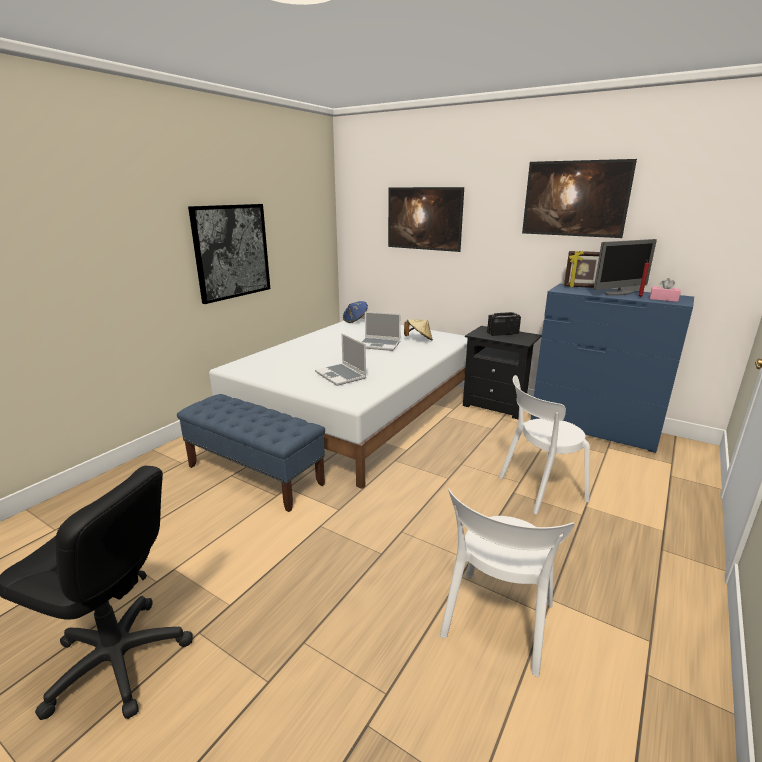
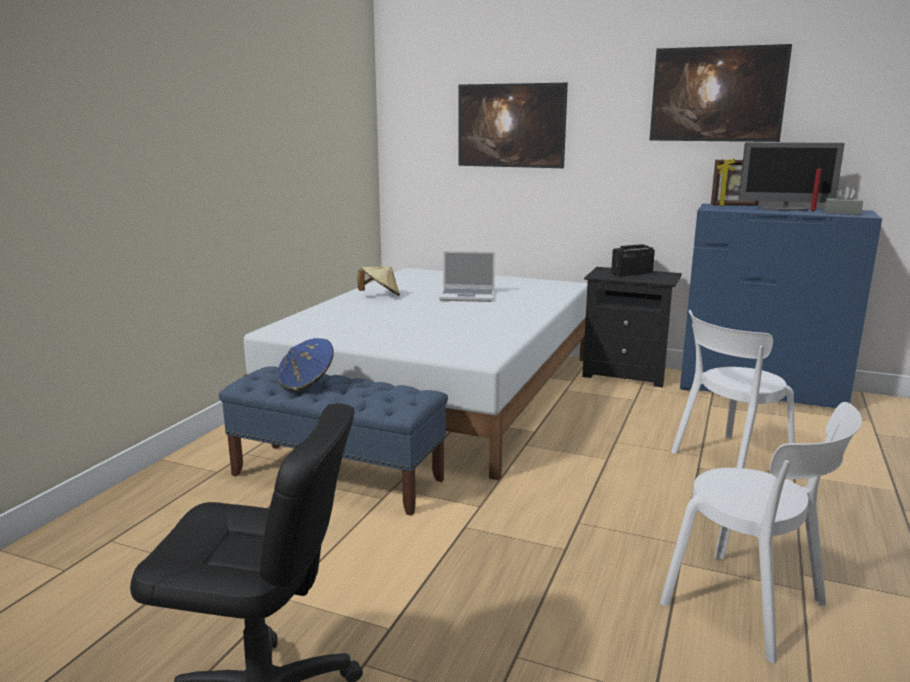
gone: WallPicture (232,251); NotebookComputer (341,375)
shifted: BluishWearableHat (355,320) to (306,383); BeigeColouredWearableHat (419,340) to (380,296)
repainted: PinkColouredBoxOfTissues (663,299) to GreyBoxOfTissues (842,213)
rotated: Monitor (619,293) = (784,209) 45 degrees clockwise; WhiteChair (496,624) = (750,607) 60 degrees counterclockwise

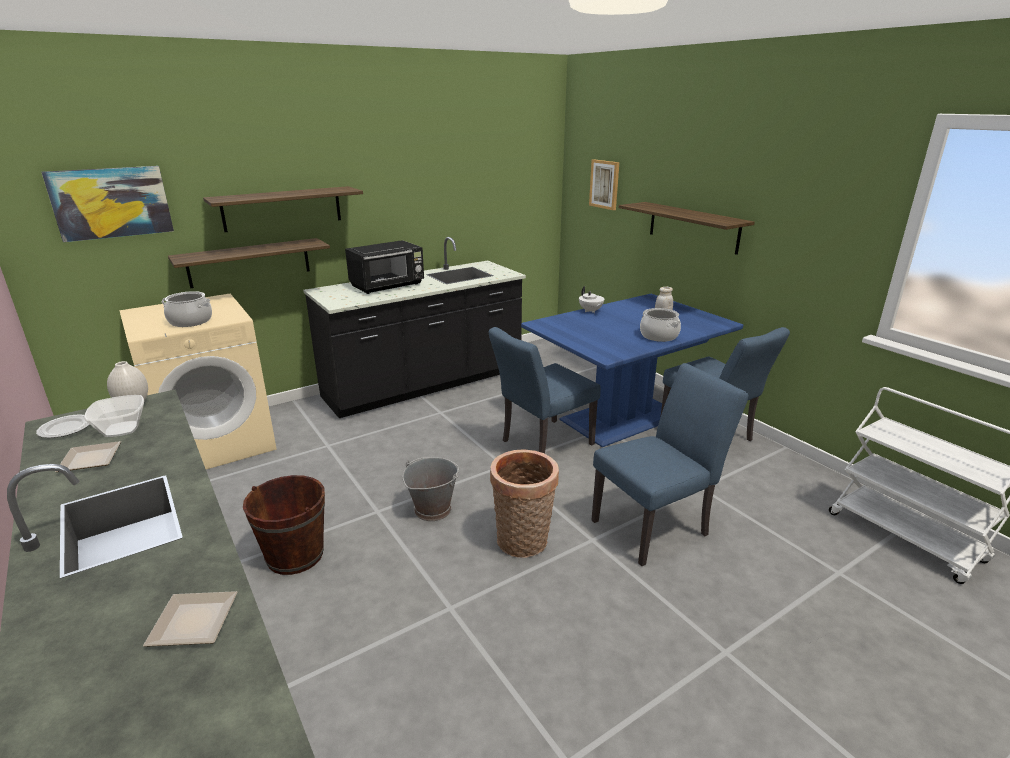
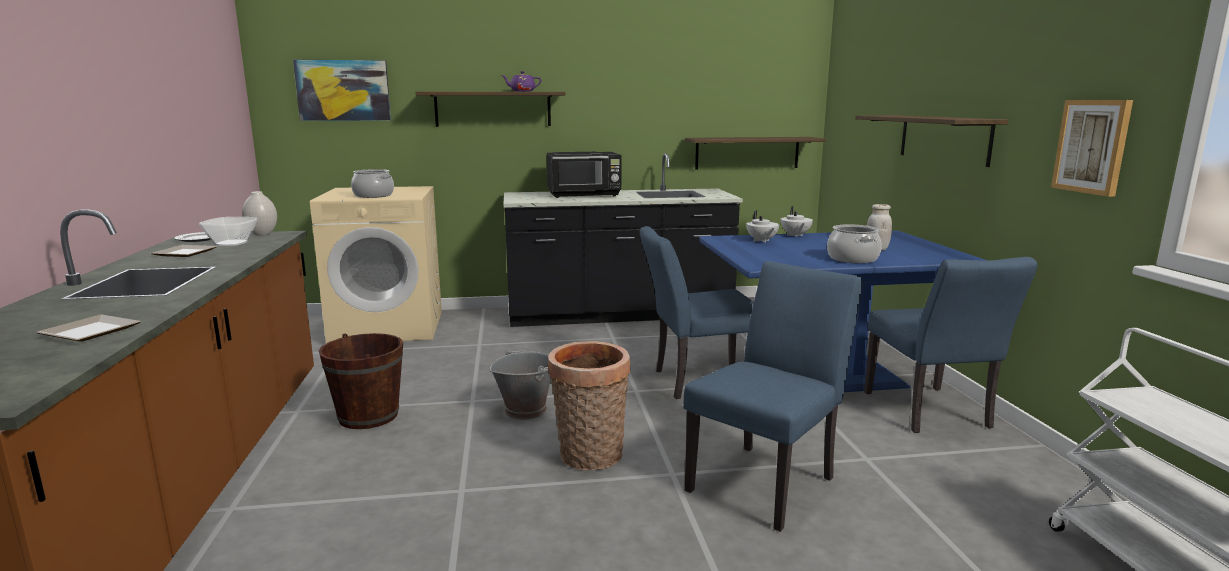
new: PurpleTeaPot (522,91); WhiteTeaPot (761,241)
shifted: WallPicture (604,184) to (1092,146); WallShelf (249,262) to (747,153)
rotated: BluishChair (656,525) = (767,480) 45 degrees counterclockwise

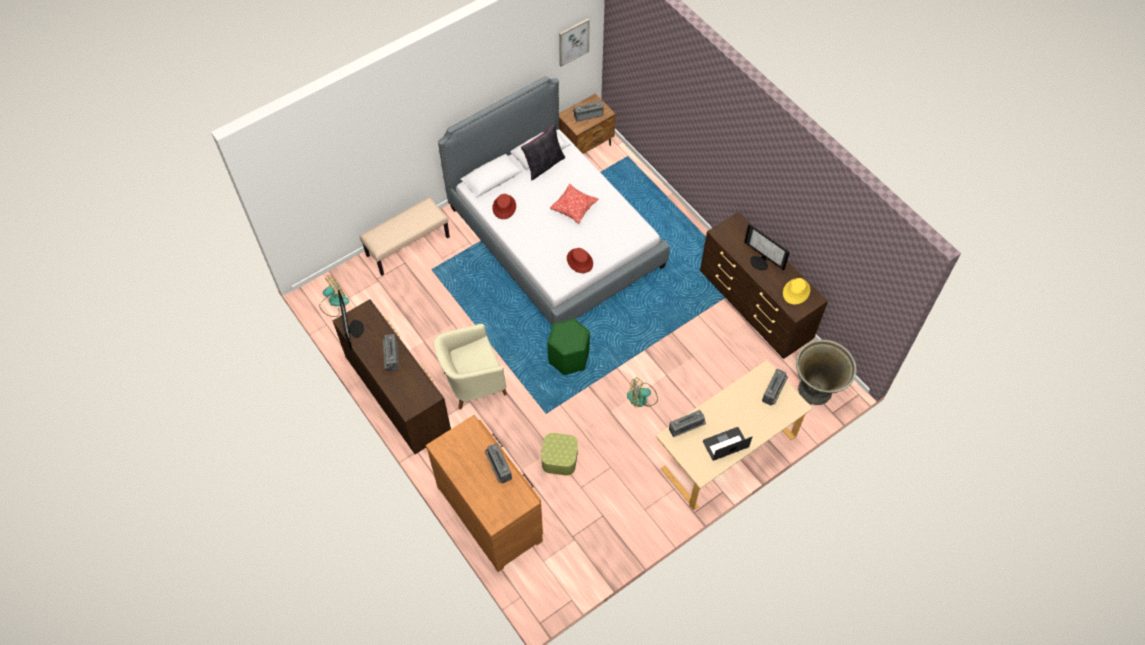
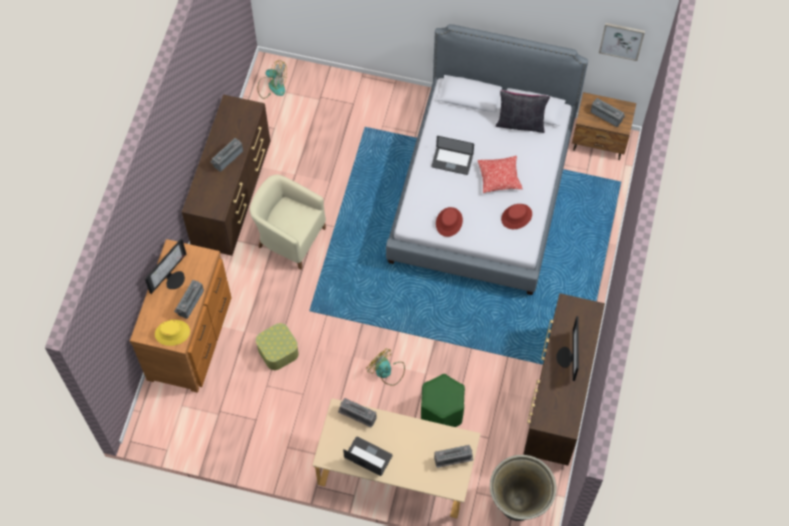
gone: BeigeColouredIndoorBench (408,246)
new: NotebookComputer (452,161)
shifted: ReddishWearableHat (504,207) to (516,217); YellowColouredWearableHat (796,291) to (172,333); Monitor (353,329) to (173,278); GreenStool (569,357) to (442,412)

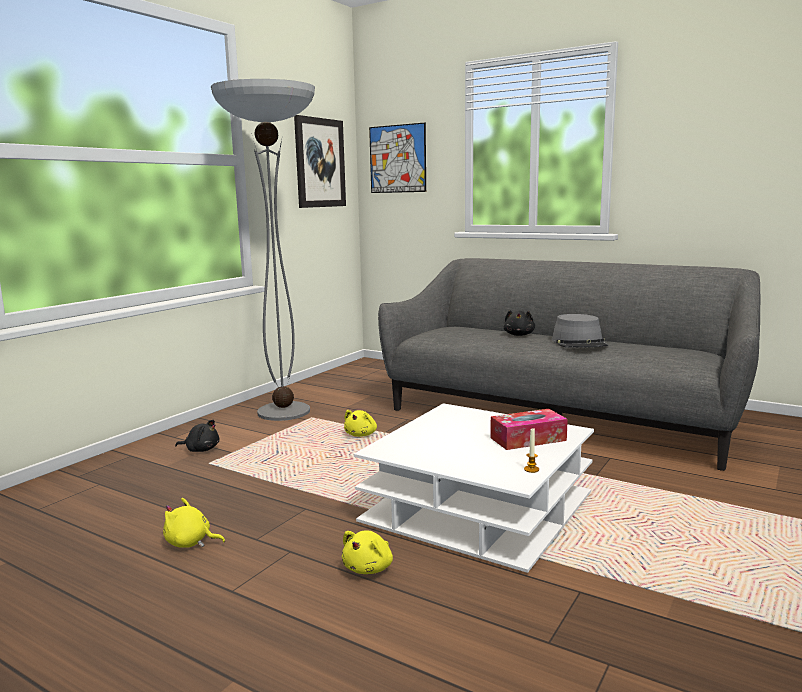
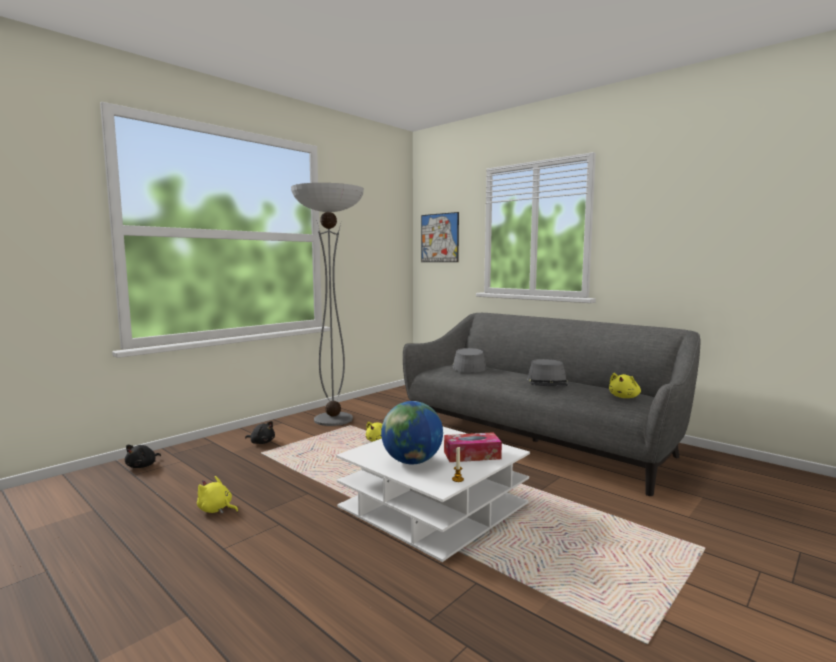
gone: WallPicture (320,163)
new: GreyWearableHat (468,367); DeskGlobe (412,462)
shifted: BlackSoftToy (519,335) to (143,466); YellowColouredSoftToy (369,568) to (624,397)

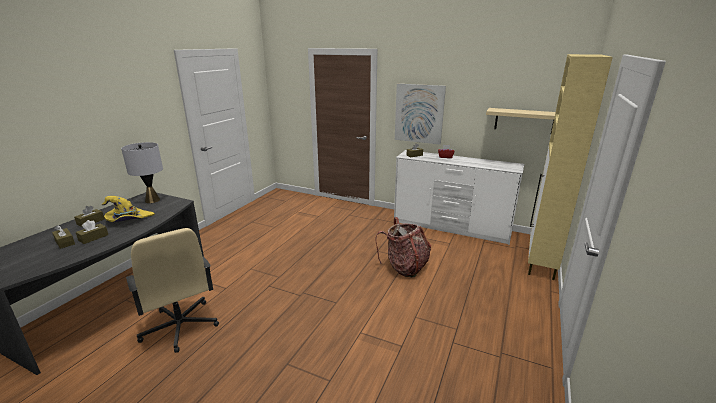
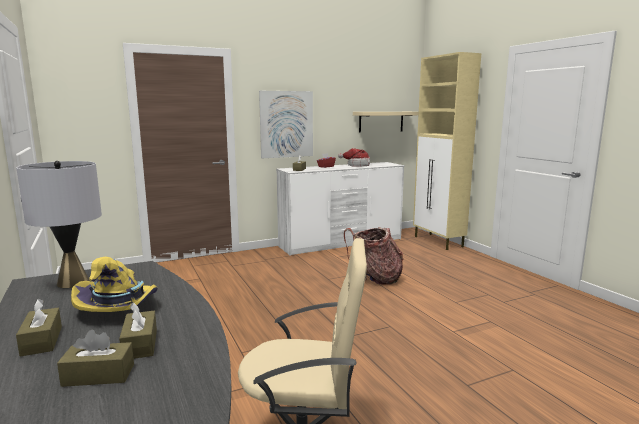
new: WearableHat (357,165)

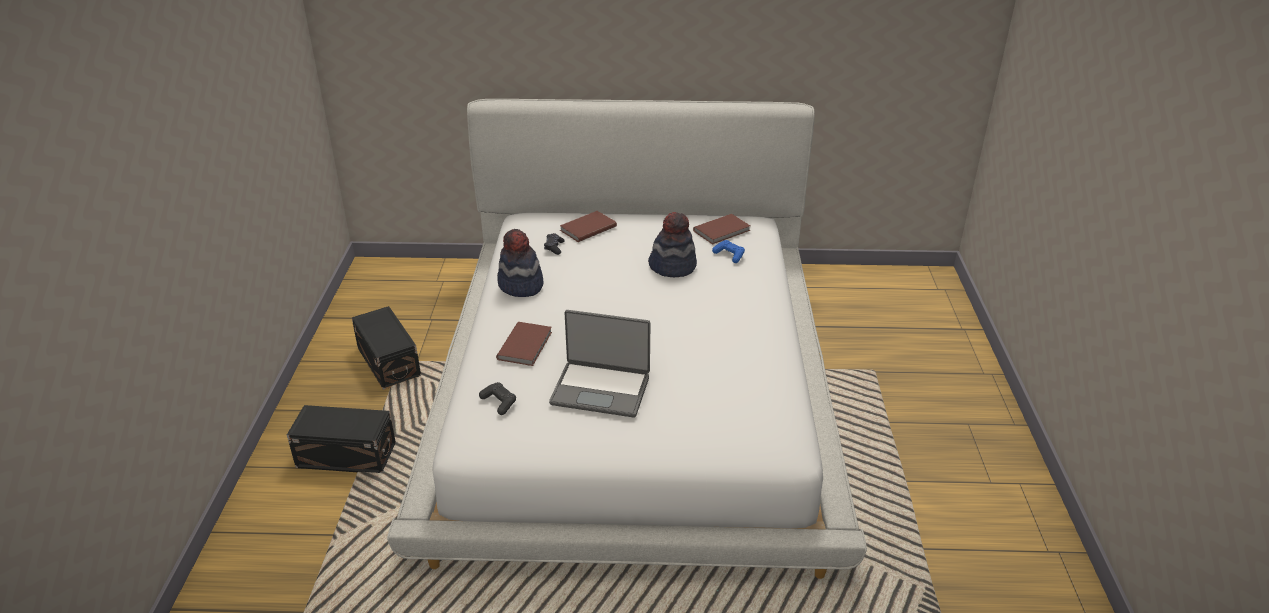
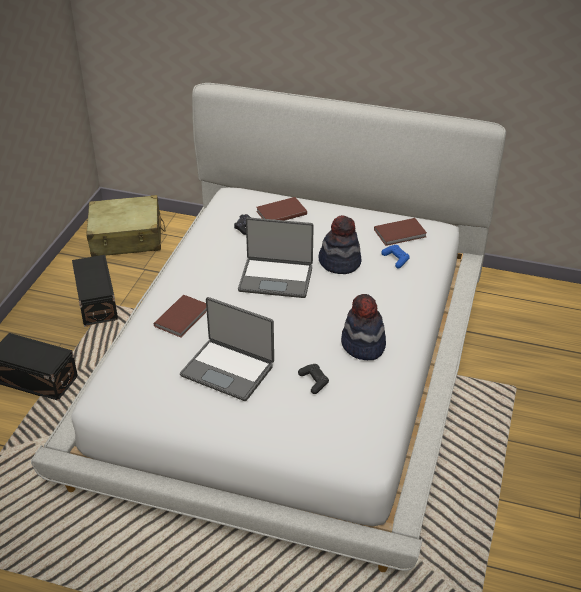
new: BeigeColouredPieceOfLuggage (127,237); NotebookComputer (276,278)
shifted: WearableHat (520,285) to (363,345); BlackJoypad (499,402) to (314,381)

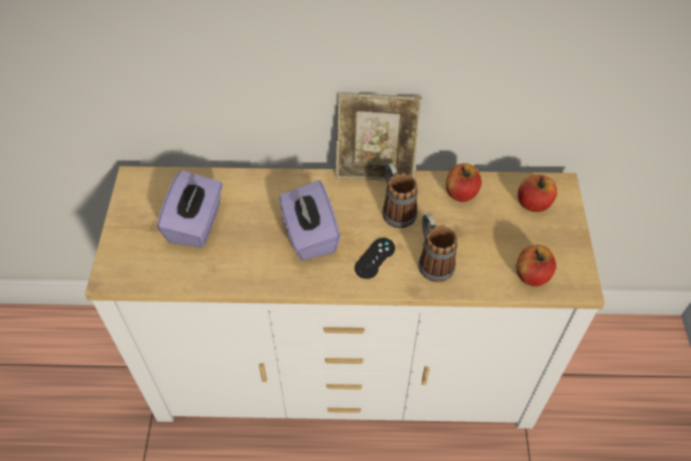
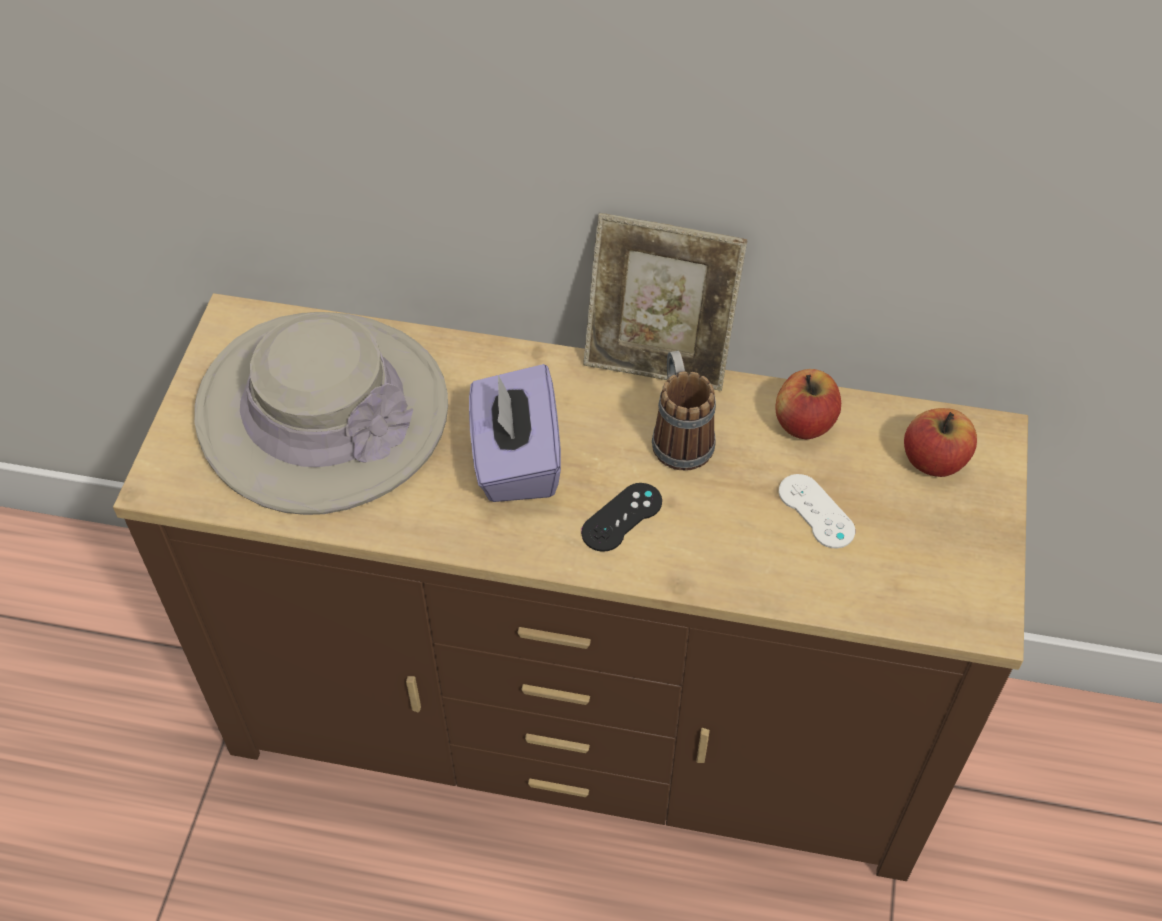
gone: TeaMug (432,260); Apple (532,275)
new: WhiteJoypad (816,511)
swapped: PurpleBoxOfTissues (196,224) to BeigeColouredWearableHat (323,412)
repainted: WhiteChestOfDrawers (345,368) to BrownChestOfDrawers (581,715)

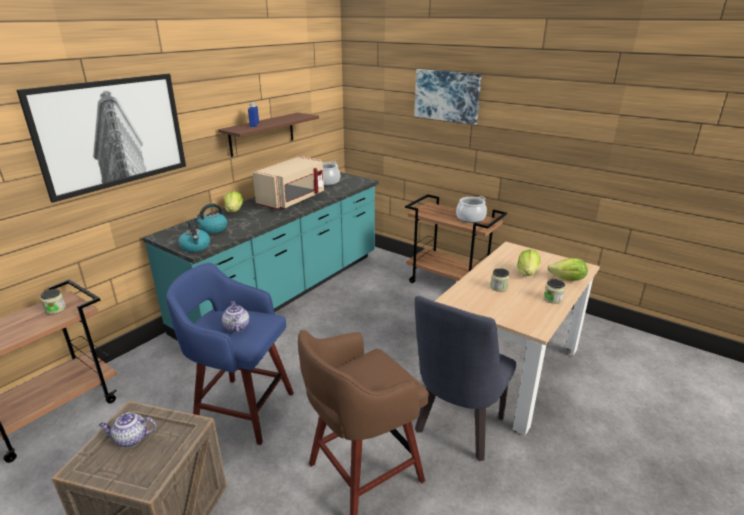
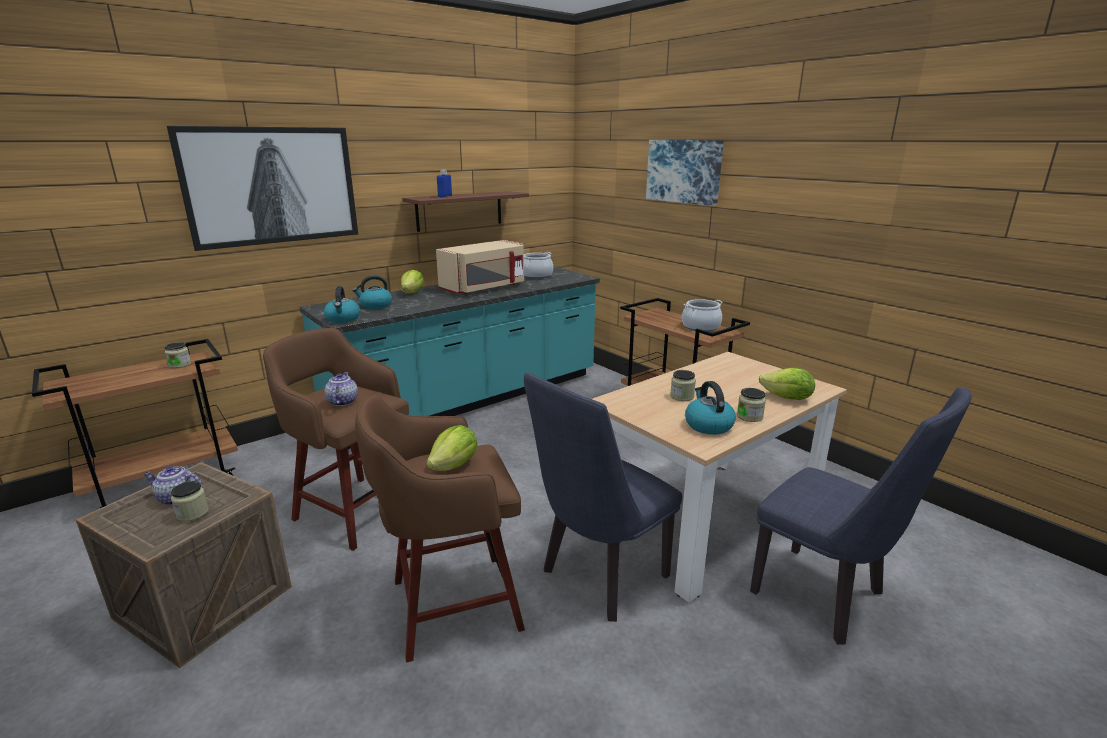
new: TeaKettle (708,425); BluishChair (827,598); PreserveJar (192,513)
shifted: HeadOfLettuce (527,273) to (454,466)
repainted: BluishStool (242,408) to BrownStool (354,510)

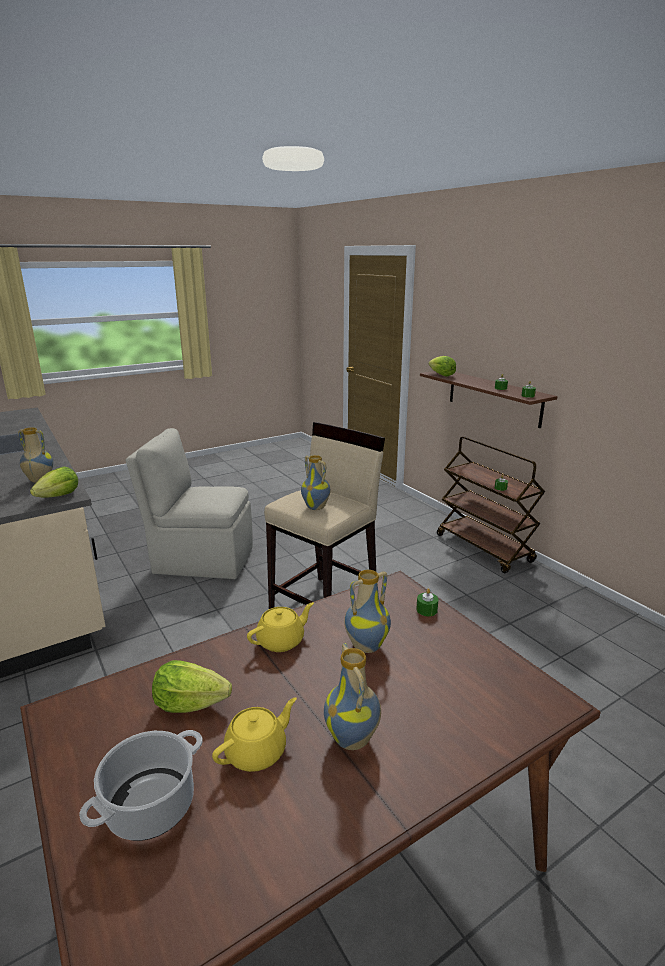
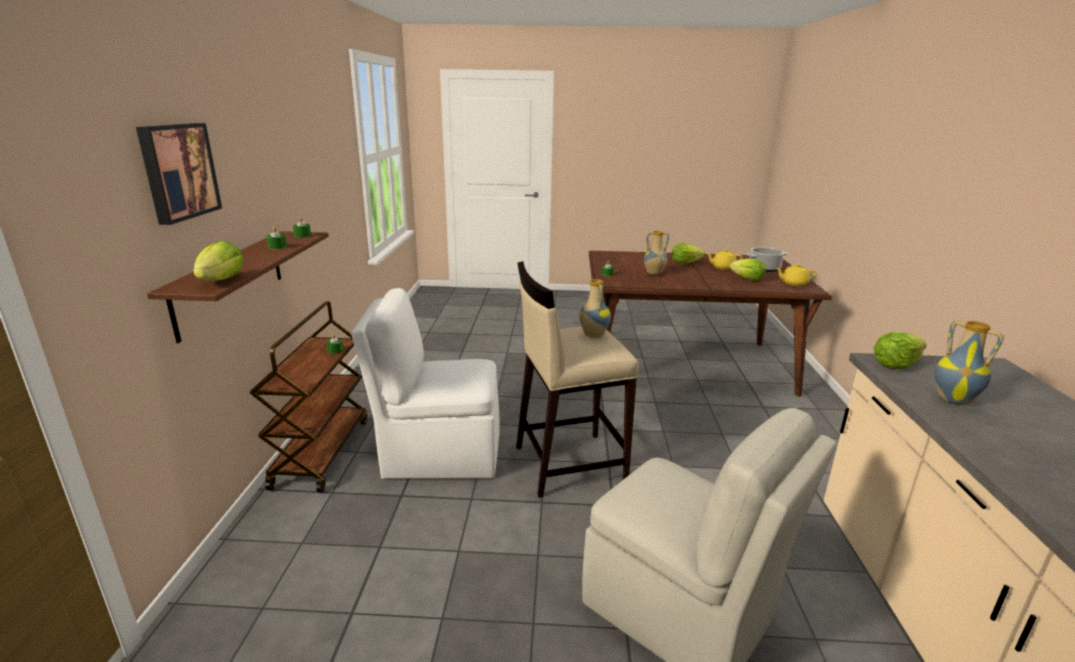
new: WallPicture (177,171); WhiteChair (439,454)
shifted: YellowColouredTeaPot (281,641) to (793,283)
swapped: Vase (353,739) to HeadOfLettuce (685,262)

